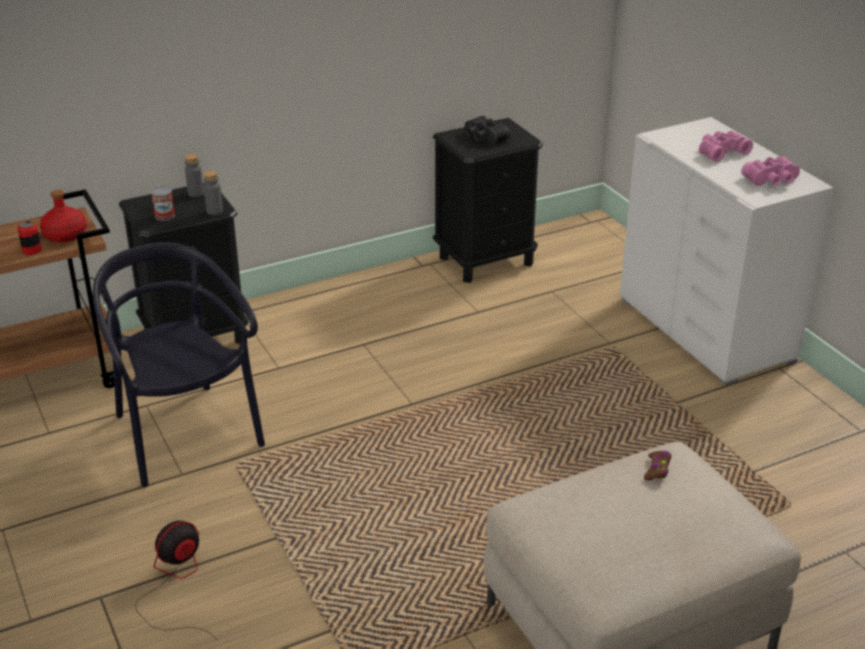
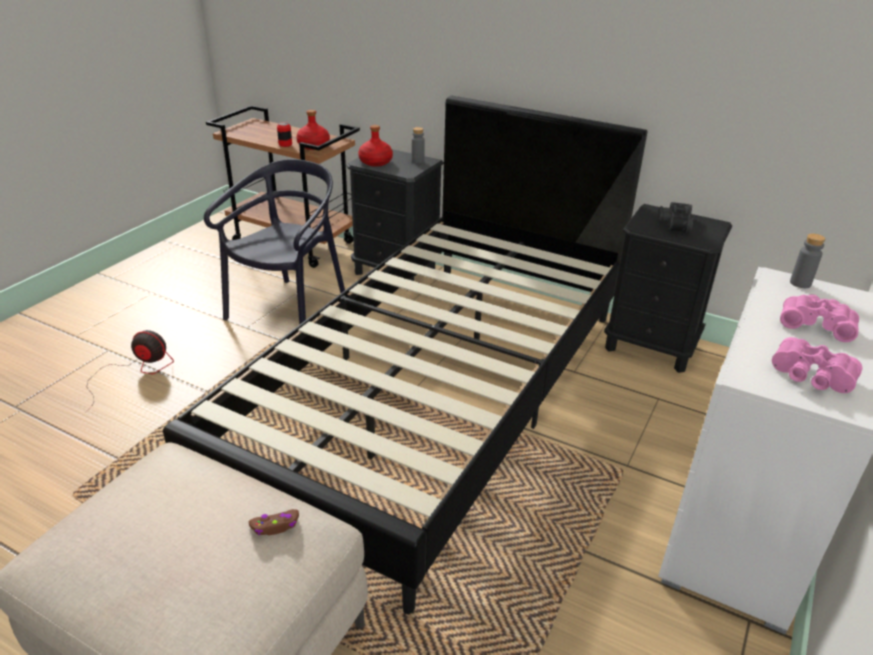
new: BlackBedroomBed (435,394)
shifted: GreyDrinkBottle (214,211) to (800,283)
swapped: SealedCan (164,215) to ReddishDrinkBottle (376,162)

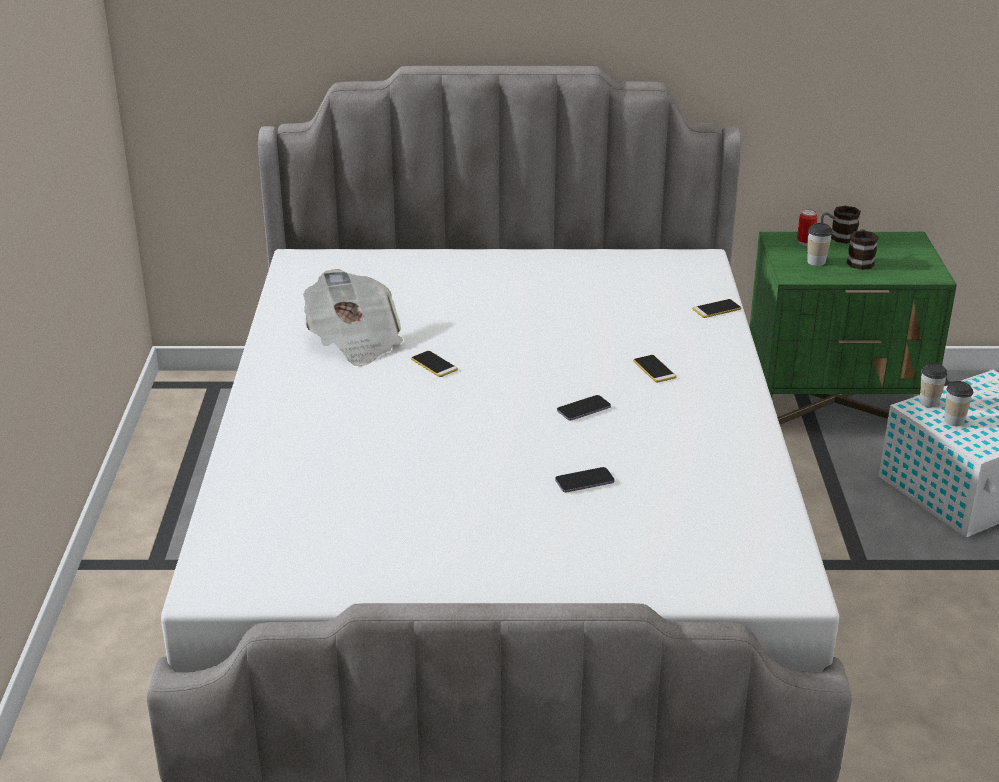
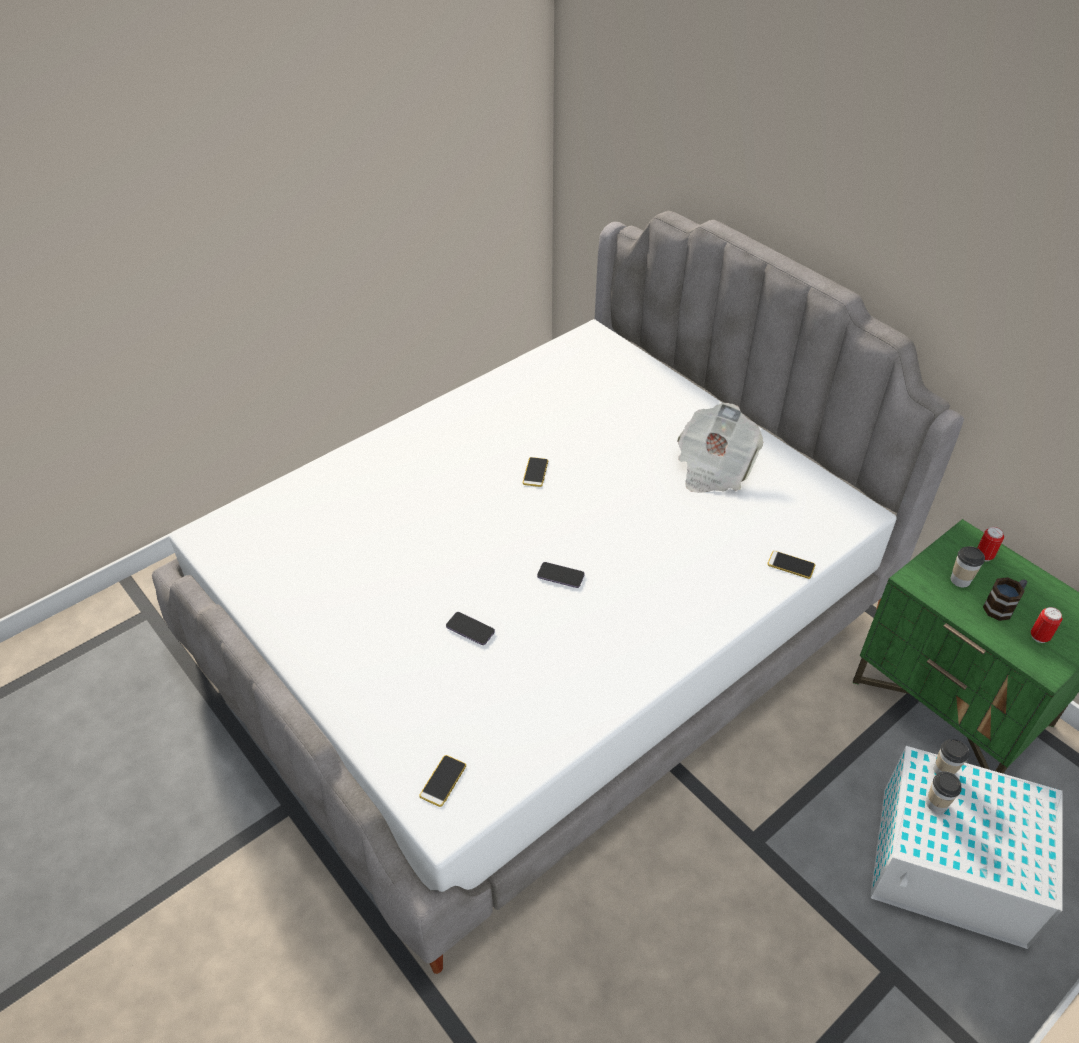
gone: TeaMug (837,238)
new: SealedCan (1039,636)
shifted: Newspaper (354,342) to (713,467); Phone (654,369) to (443,781)

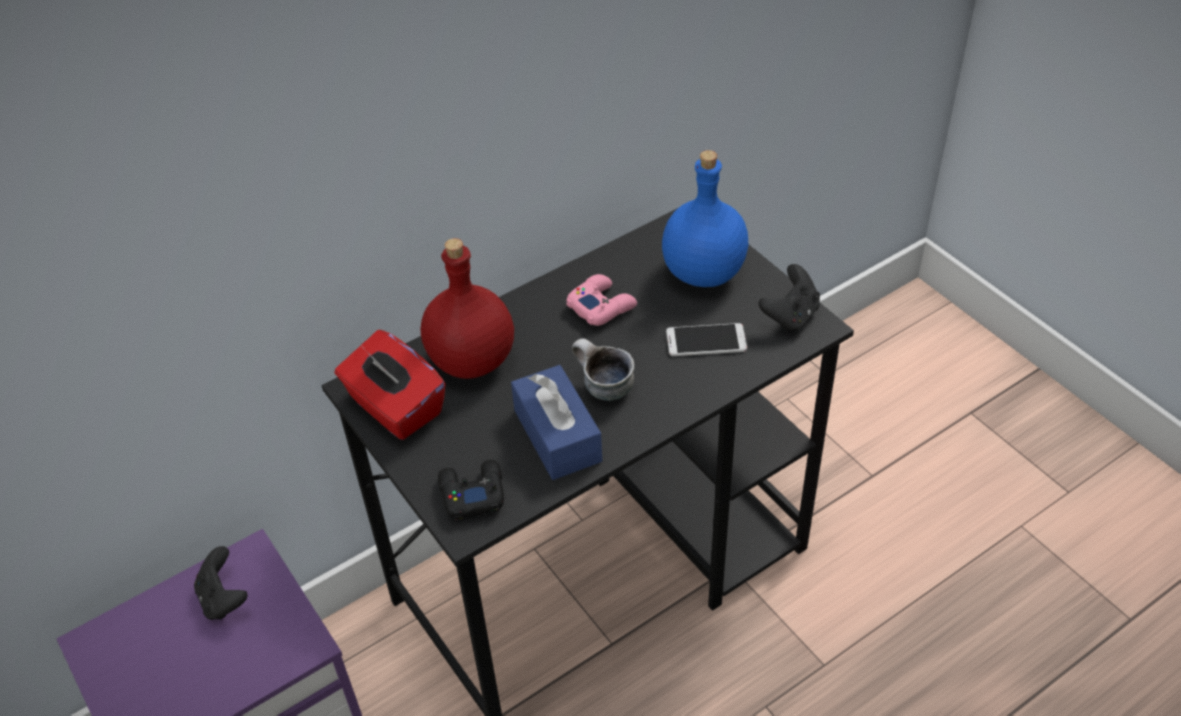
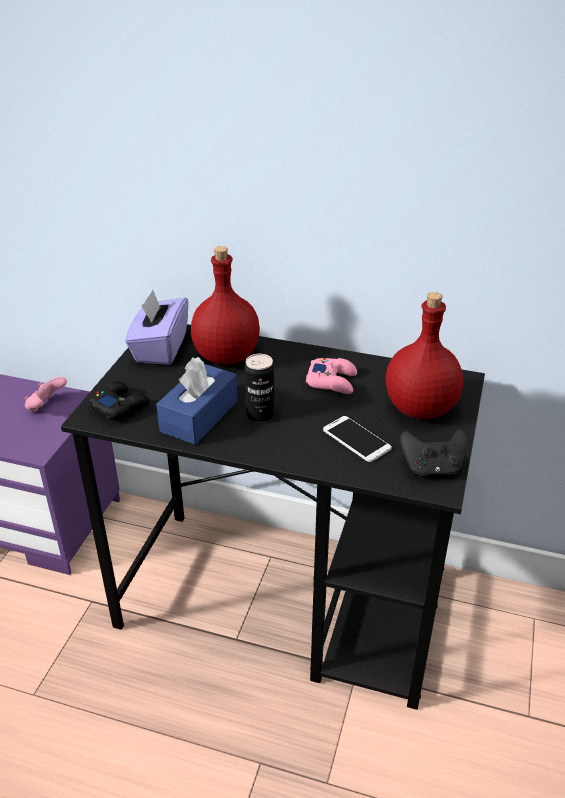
swapped: TeaMug (602,388) to SealedCan (260,415)
repainted: BluishDrinkBottle (702,273) to ReddishDrinkBottle (418,408); ReddishBoxOfTissues (395,407) to PurpleBoxOfTissues (160,348); BlackJoypad (224,599) to PinkColouredJoypad (46,406)

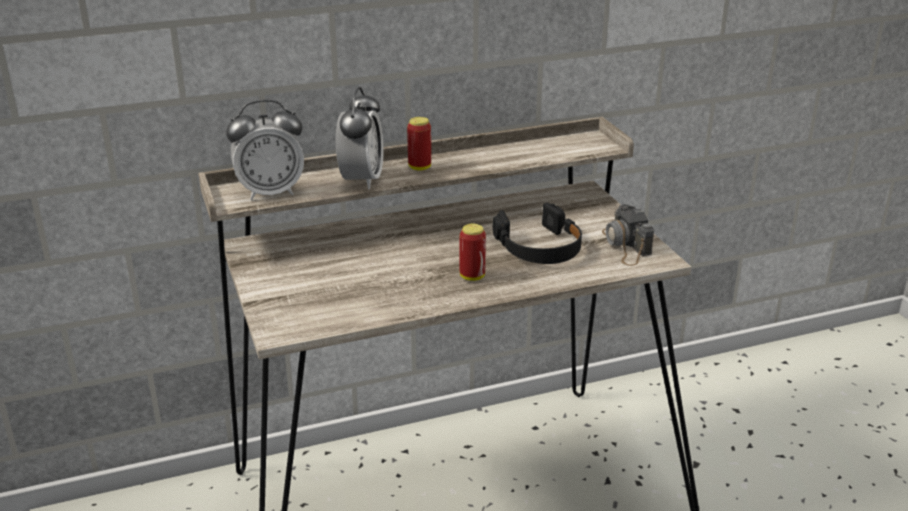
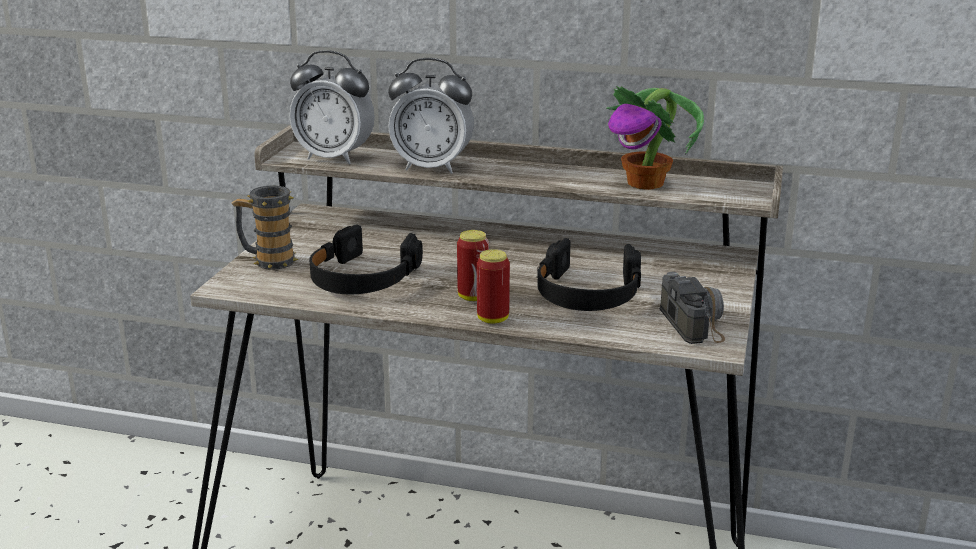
new: Houseplant (646,183); TeaMug (267,261); BlackHeadphones (362,278)
shifted: SealedCan (419,167) to (493,319)
rotated: TableClock (361,180) = (432,167) 60 degrees clockwise; StillCamera (626,245) = (692,319) 150 degrees clockwise

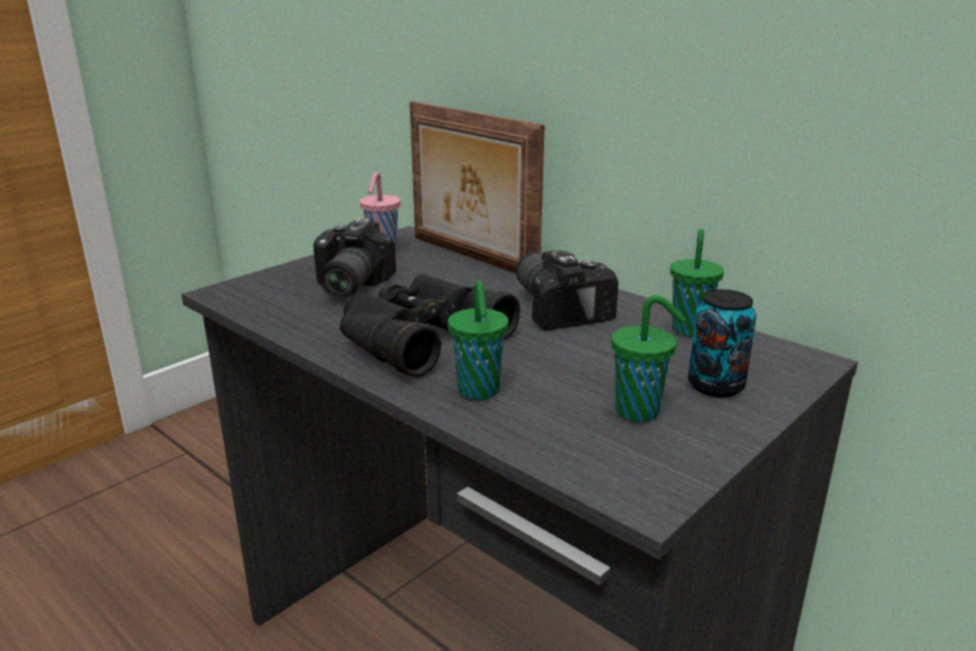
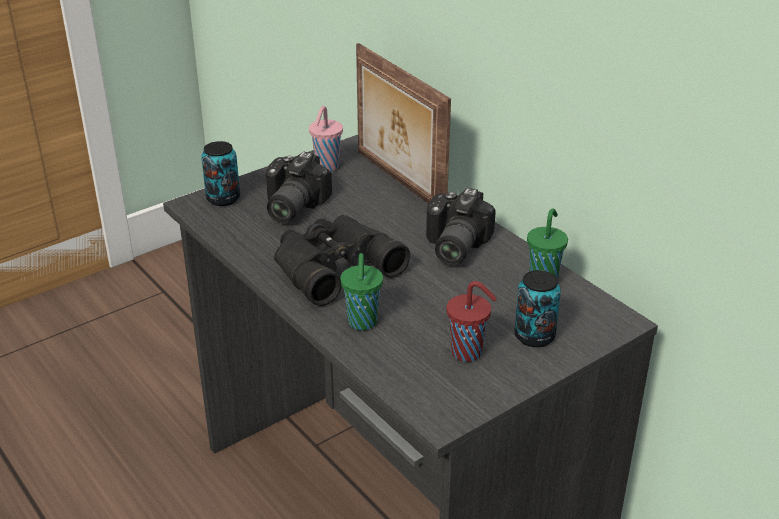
new: SealedCan (223,198)
repainted: GreenDrinkingCup (640,412) to ReddishDrinkingCup (468,353)
rotated: StillCamera (560,307) = (452,246) 150 degrees counterclockwise

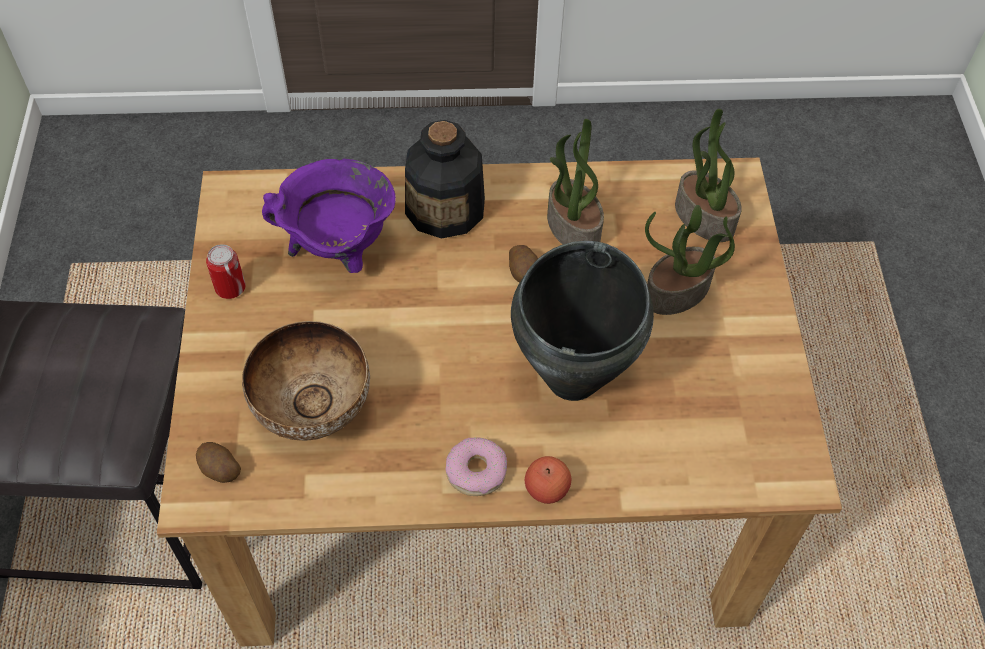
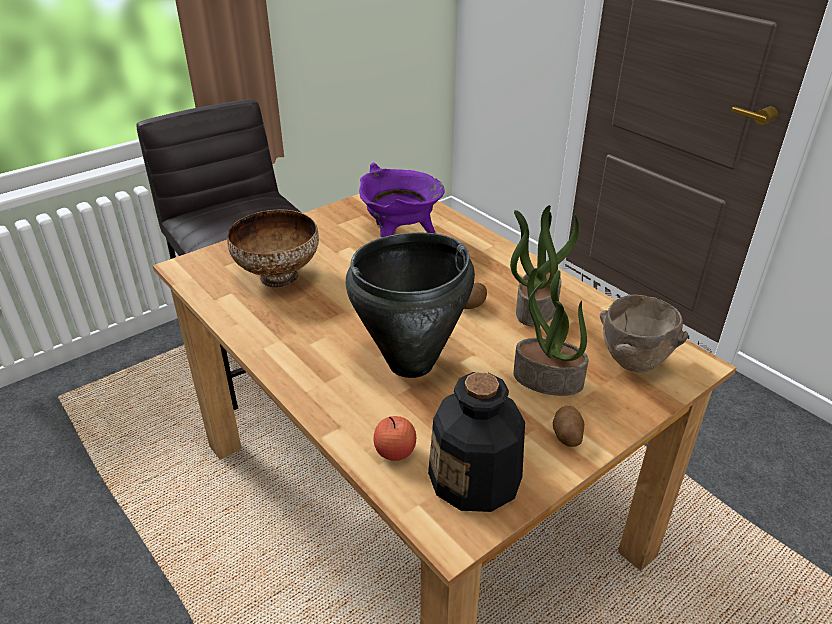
gone: SealedCan (230,288); RingDoughnut (476,471)
shifted: DrinkBottle (446,208) to (476,478); WholePotato (219,469) to (566,435); Apple (546,489) to (395,451)
swapped: Houseplant (702,217) to BrownServingBowl (633,363)

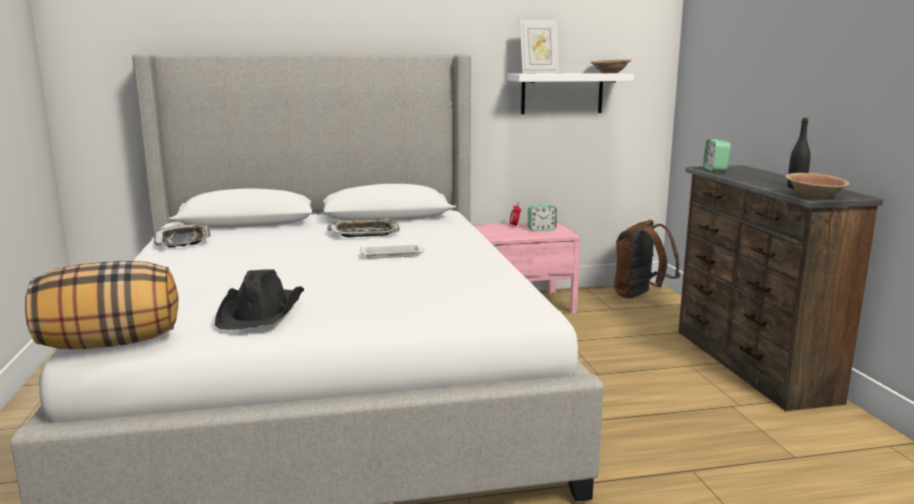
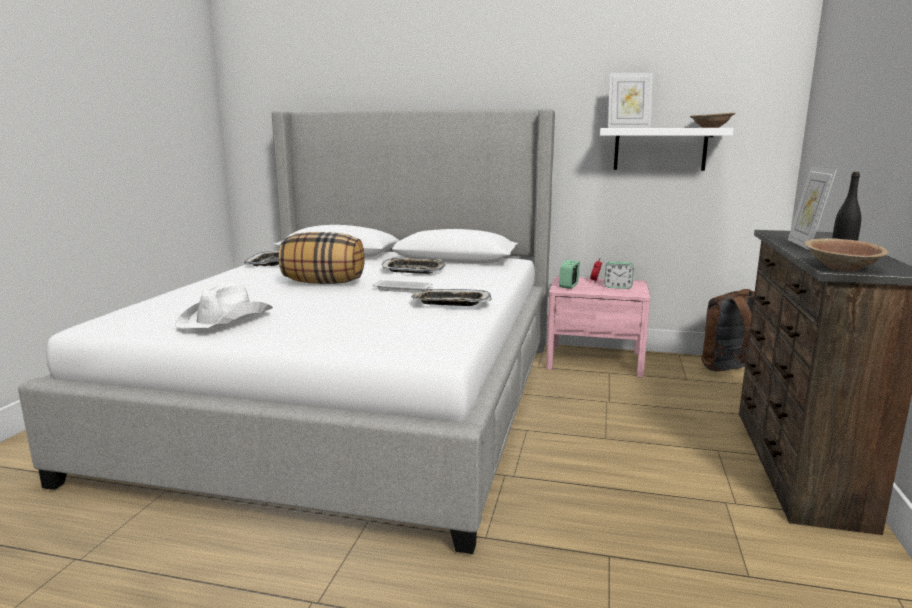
new: StandingFrame (804,245); Tray (450,303)
shifted: TableClock (715,169) to (568,286); Cushion (111,343) to (324,283)
repainted: BlackWearableHat (262,311) to WhiteWearableHat (227,318)

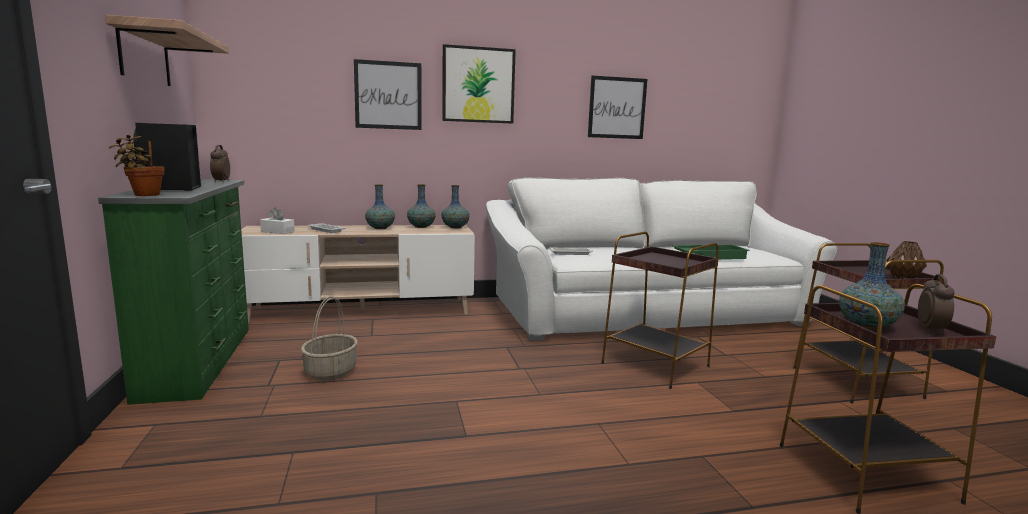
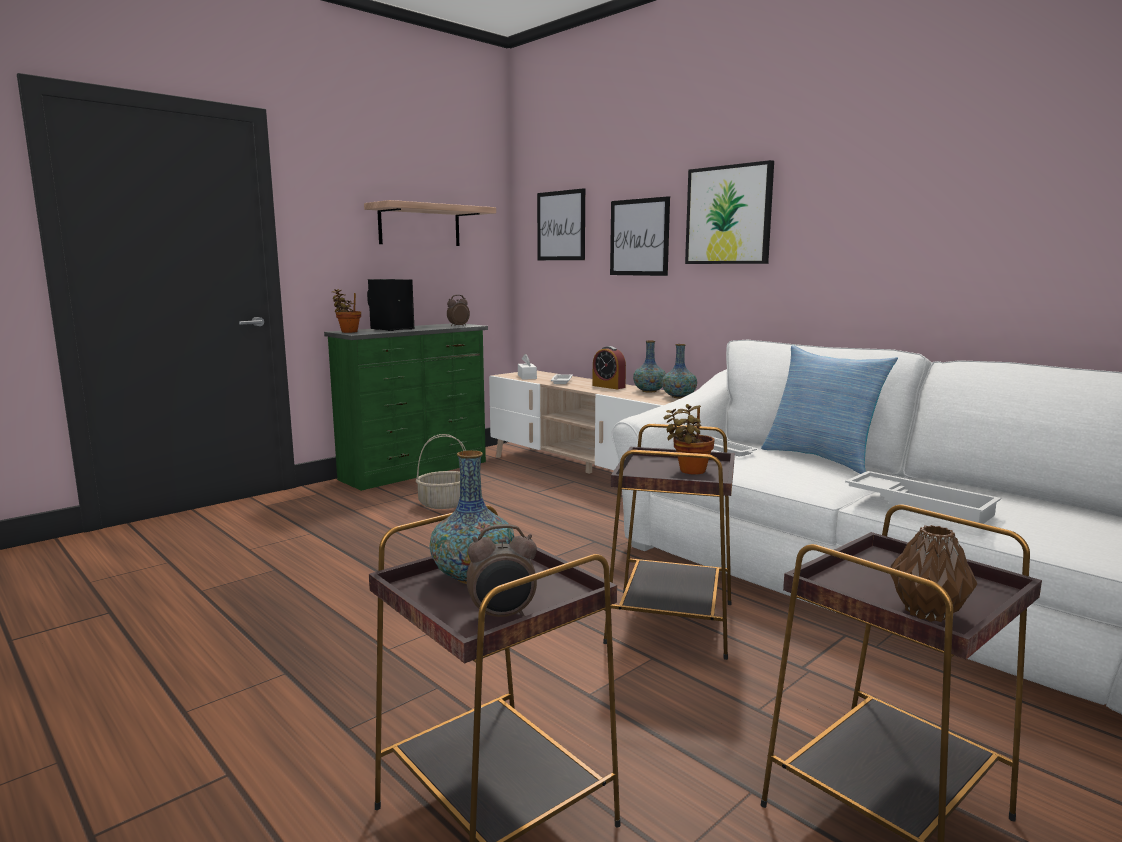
new: Cushion (821,458); Houseplant (689,471)
shifted: WallPicture (617,108) to (561,226)
swapped: Vase (380,228) to TableClock (608,386)
repainted: GreenTray (709,256) to WhiteTray (920,506)

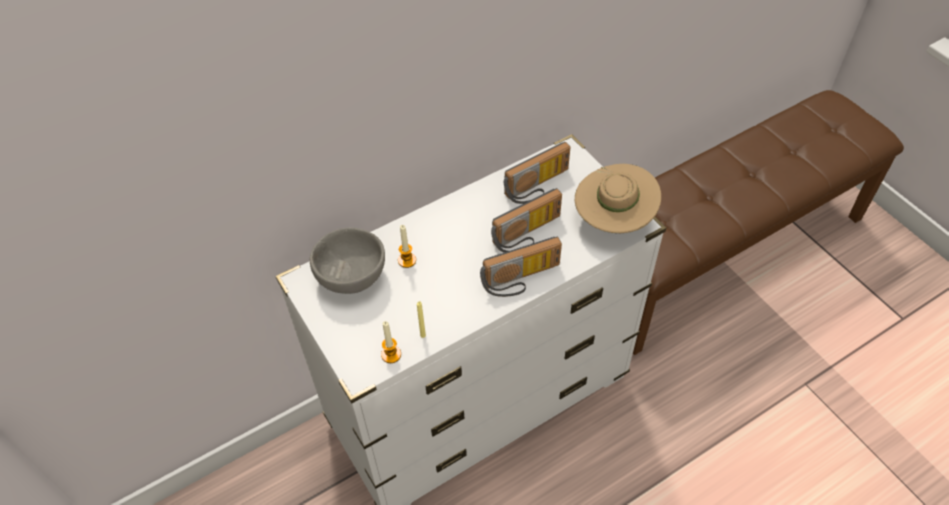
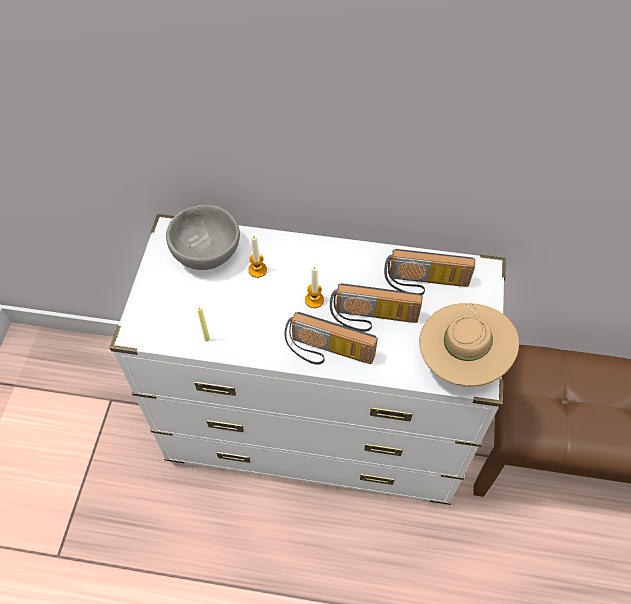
shifted: Candle (391,354) to (314,300)

